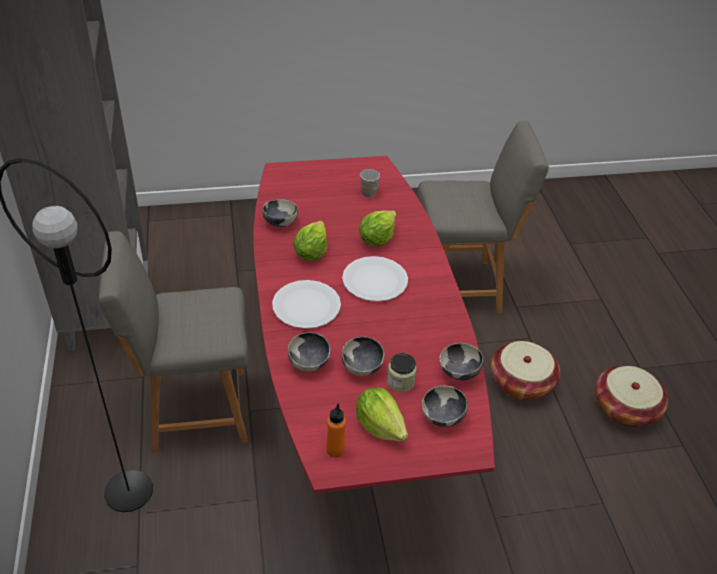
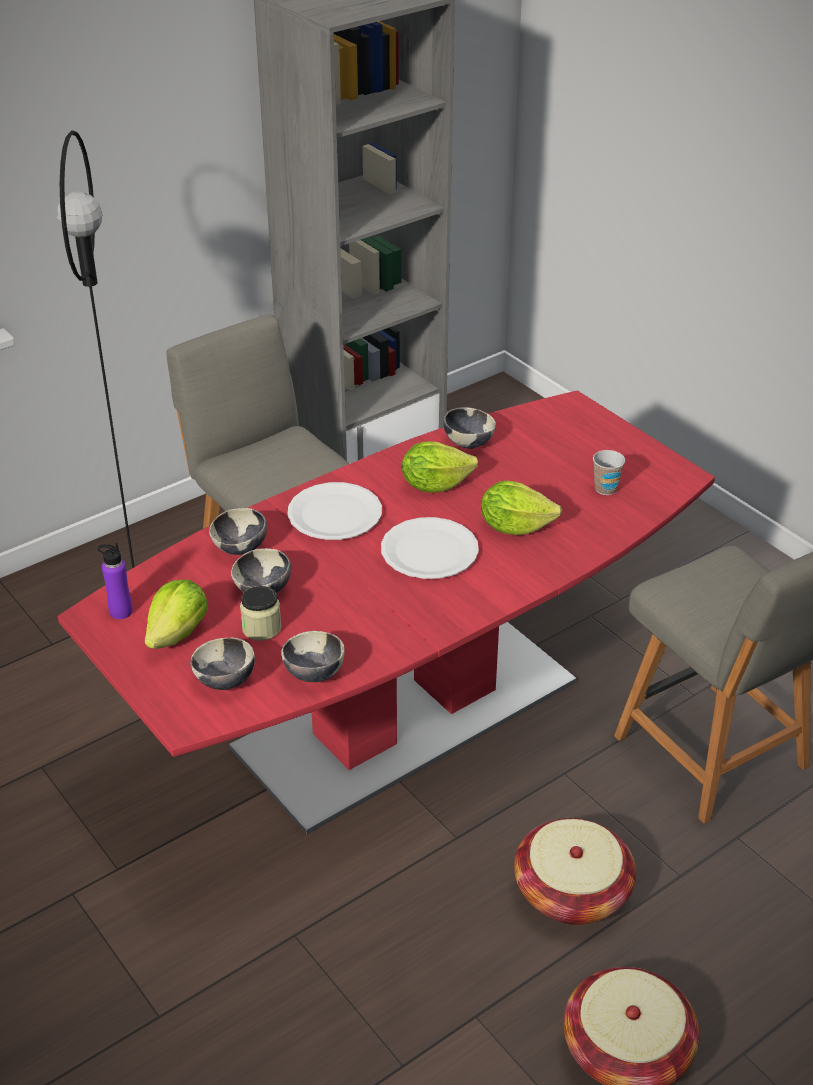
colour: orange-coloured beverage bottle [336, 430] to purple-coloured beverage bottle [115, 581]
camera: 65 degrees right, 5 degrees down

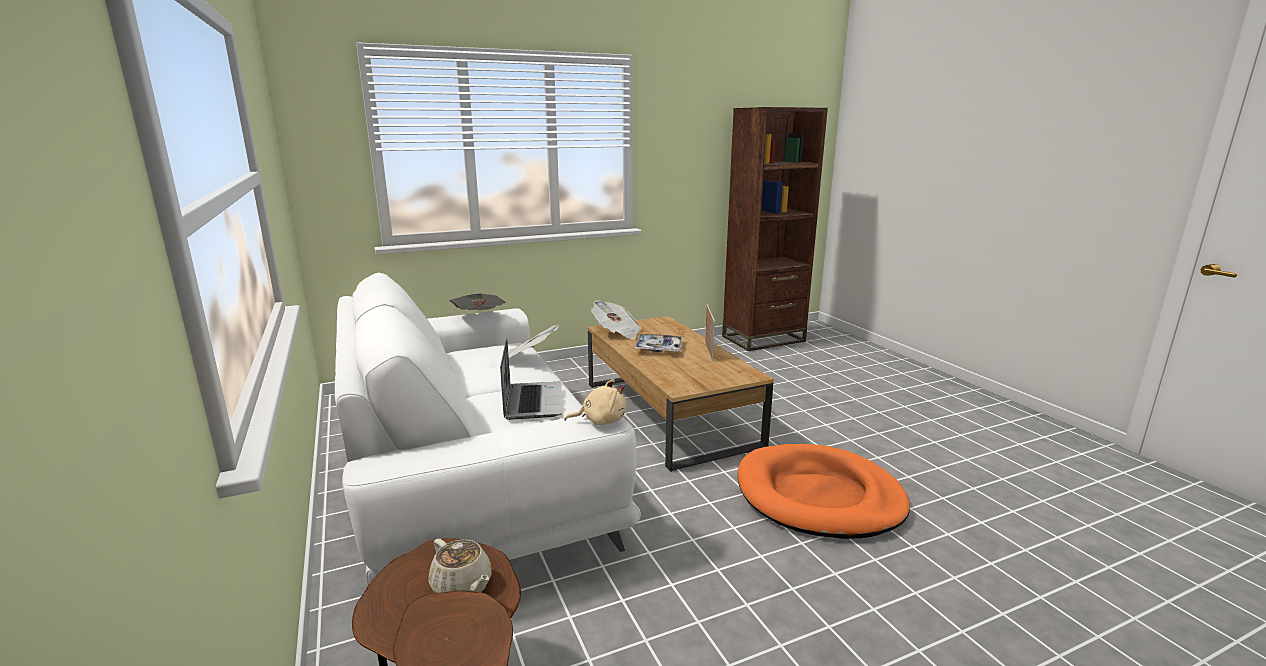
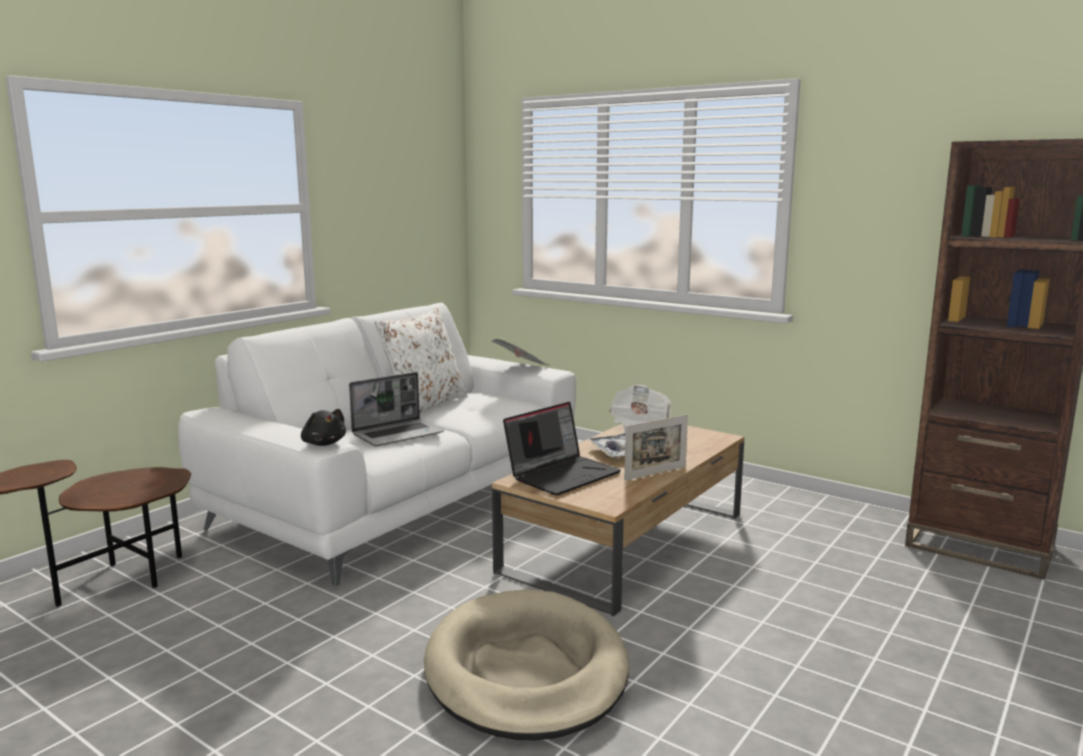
missing: printed paper [533, 341]; beige tea pot [460, 566]
appeared: white cushion [420, 360]; portable computer [562, 449]
colour: beige soft toy [595, 402] to black soft toy [323, 427]; orange-coloured dog cushion [824, 491] to beige dog cushion [526, 664]
camera: 60 degrees right, 5 degrees down

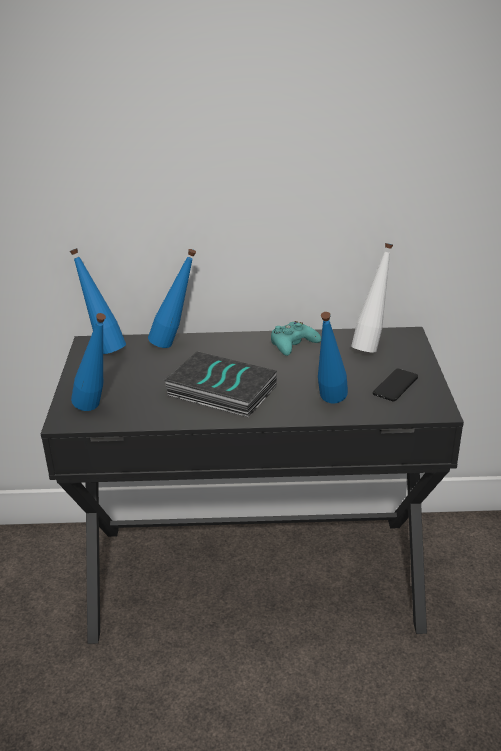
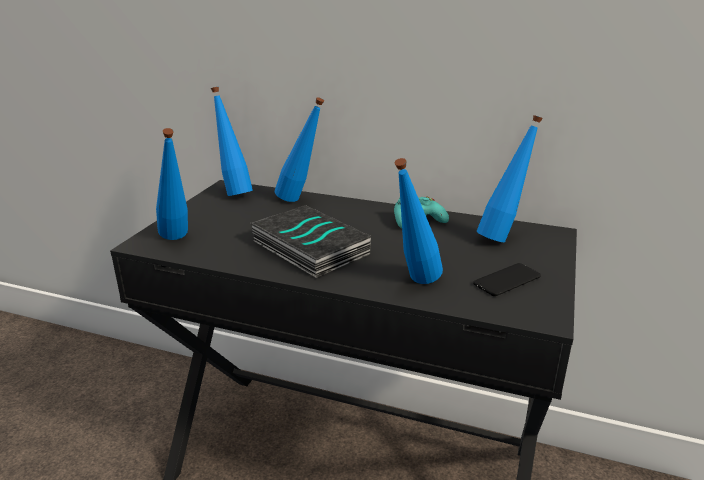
colour: white beverage bottle [372, 298] to blue-coloured beverage bottle [510, 178]
camera: 20 degrees right, 5 degrees down

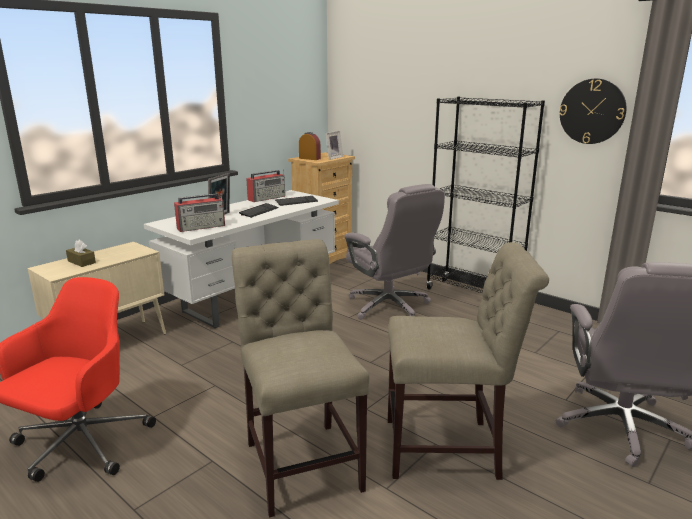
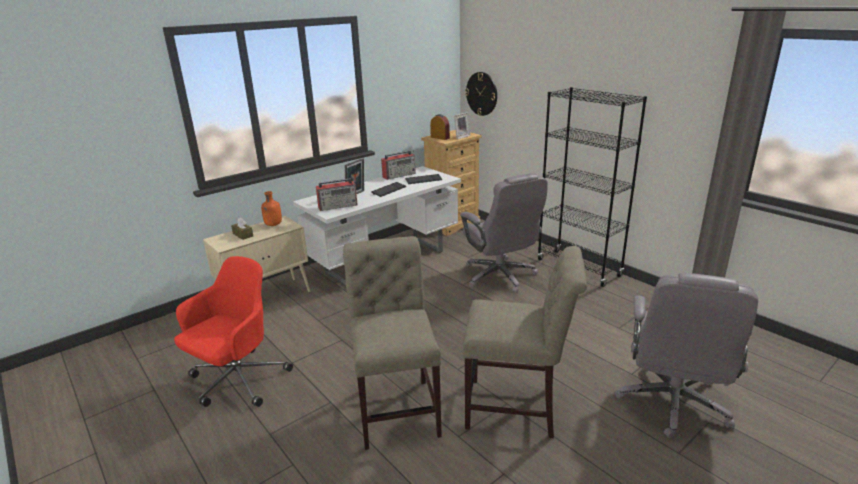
appeared: orange-coloured beverage bottle [271, 208]
relocated: hanging clock [592, 111] to [481, 94]
camera: 10 degrees right, 5 degrees up

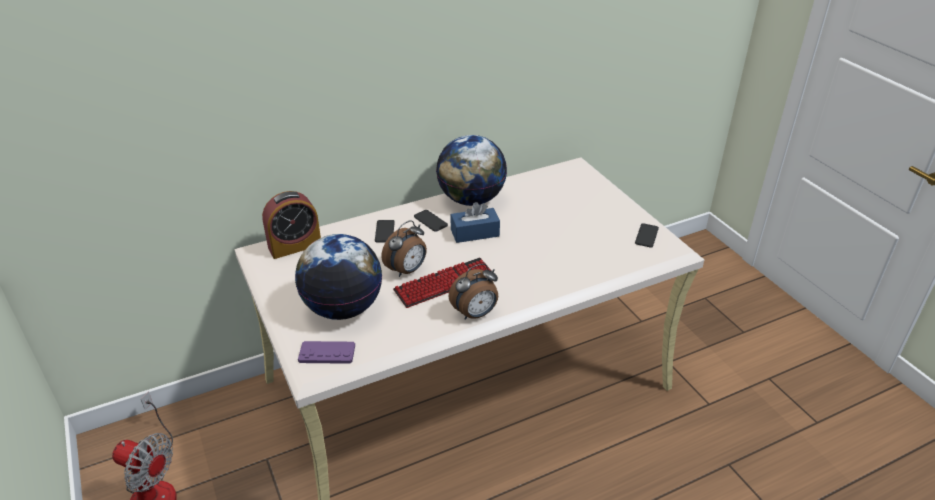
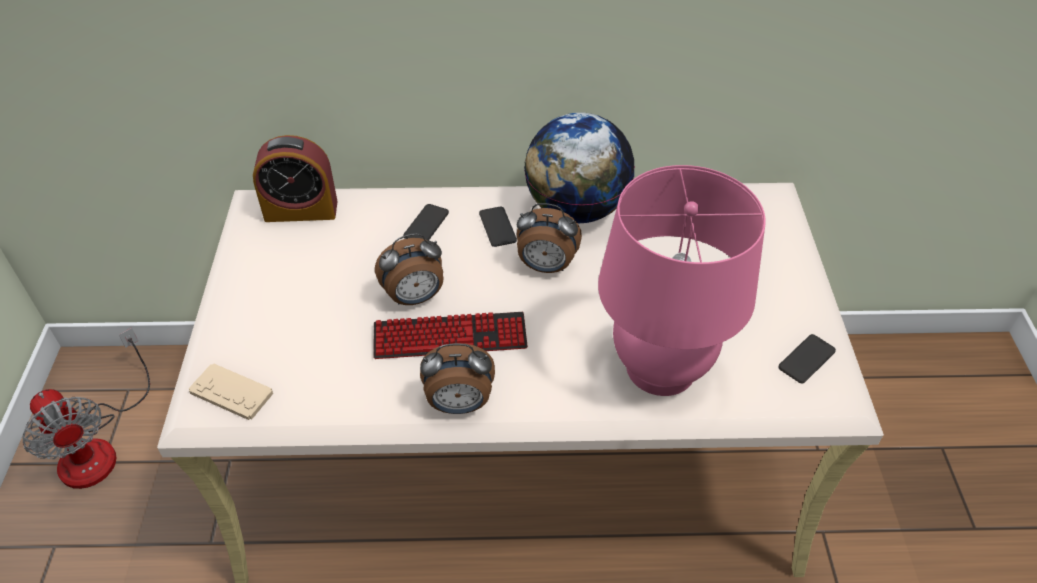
missing: desk globe [338, 277]
appeared: pinkish tabletop lamp [682, 280]
exchanged: blue-coloured tissue box [475, 222] to table clock [549, 238]
colour: purple-coloured joypad [326, 352] to beige joypad [230, 391]
camera: 25 degrees right, 10 degrees up

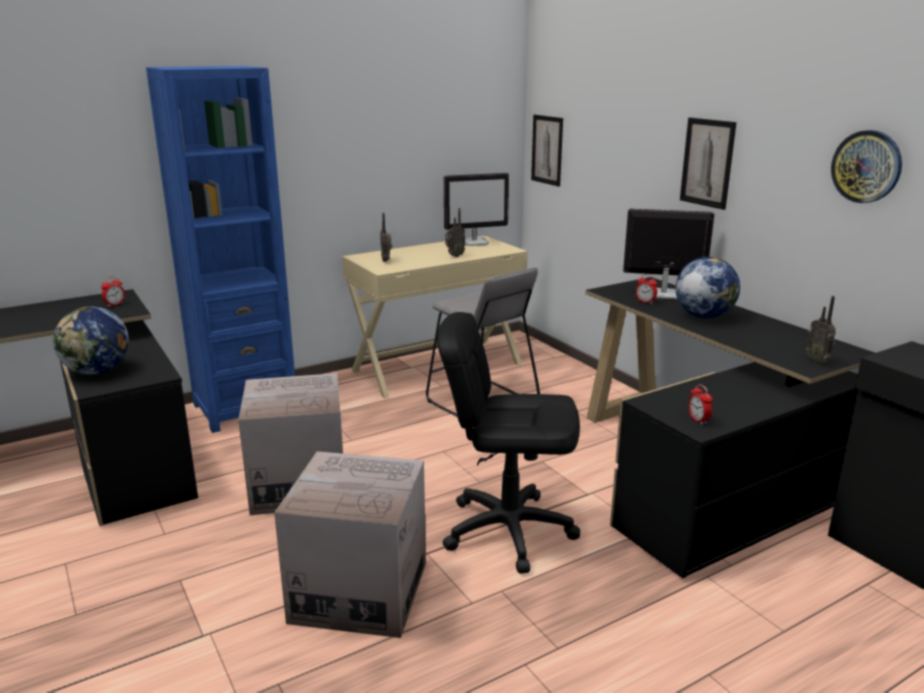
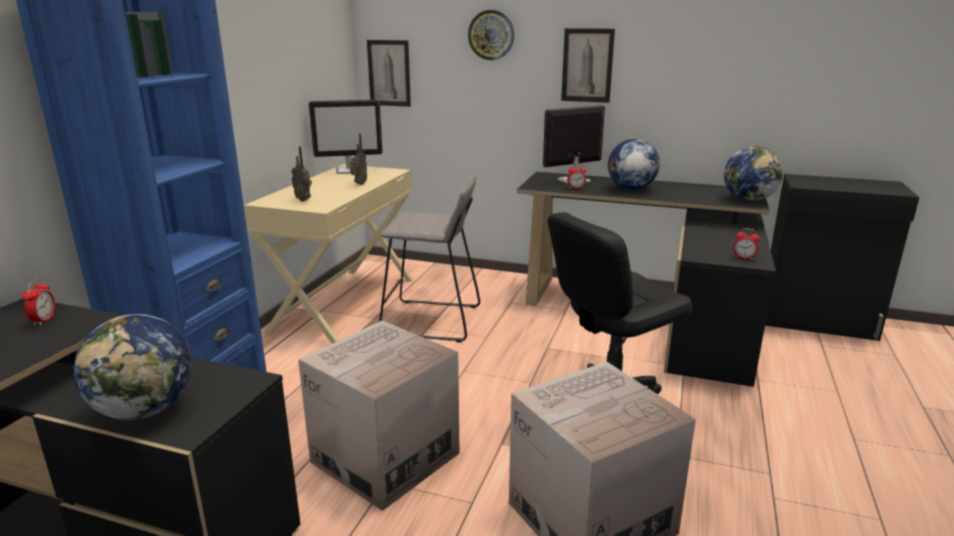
relocated: hanging clock [866, 166] to [491, 35]
exchanged: radio [821, 330] to desk globe [753, 173]
spun: monitor [476, 209] = [346, 137] 45 degrees clockwise
camera: 40 degrees left, 0 degrees up

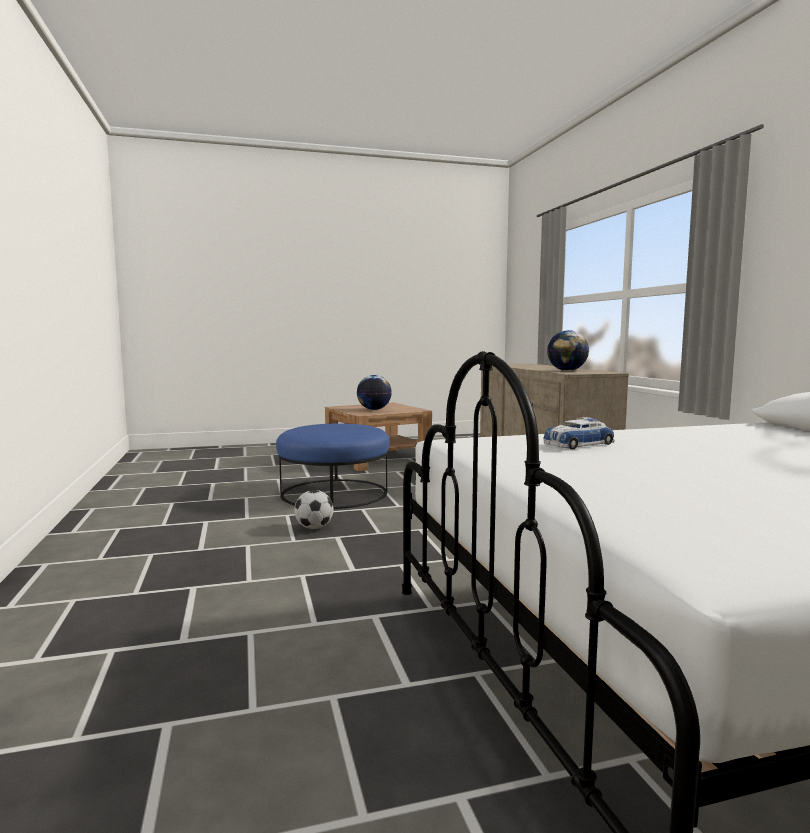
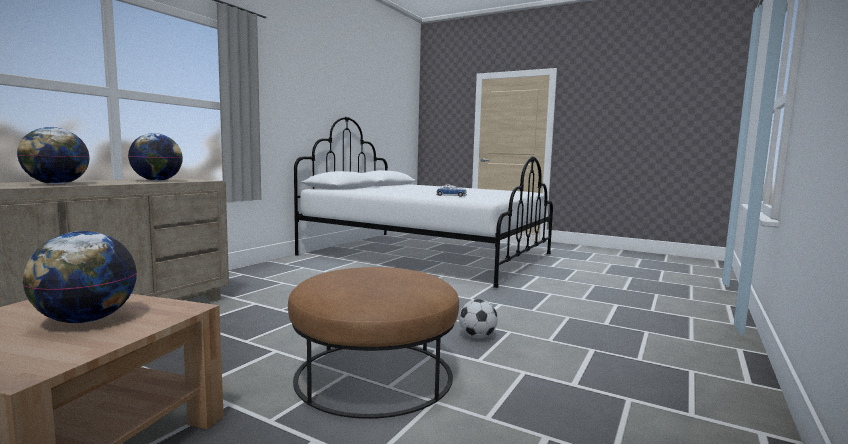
appeared: desk globe [53, 155]
colour: blue-coloured pouffe [332, 466] to brownish pouffe [373, 343]
camera: 135 degrees left, 0 degrees up

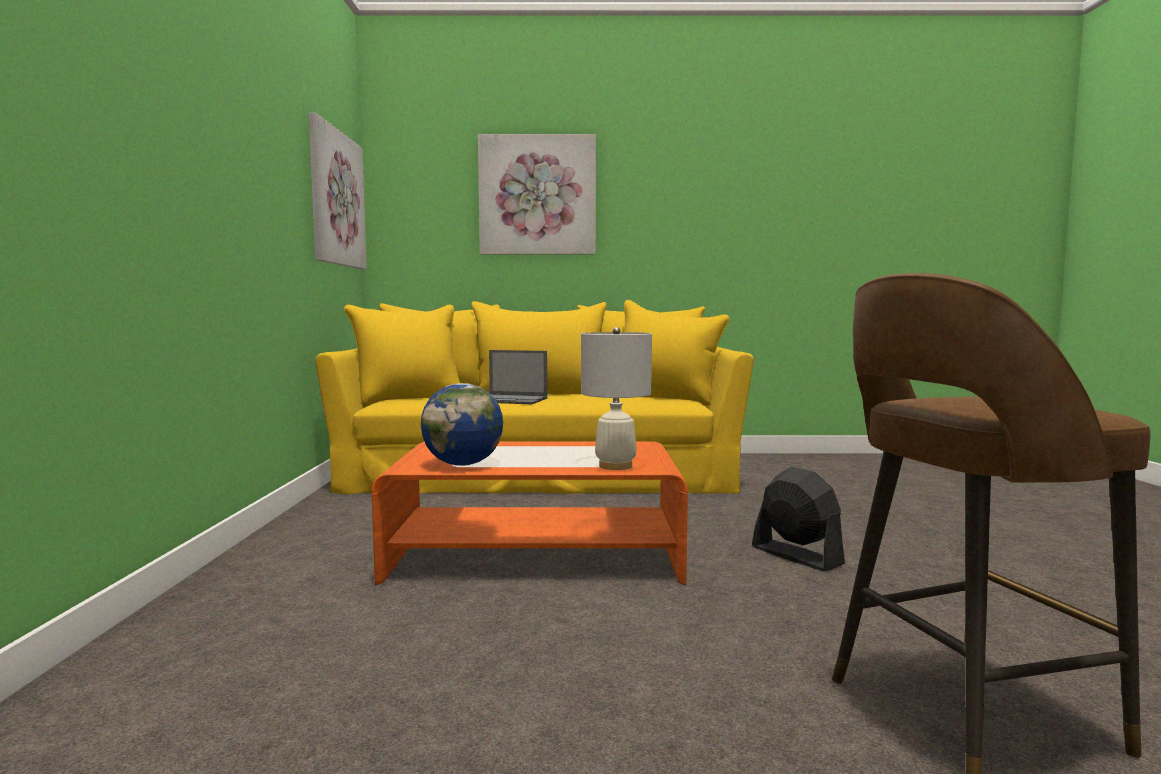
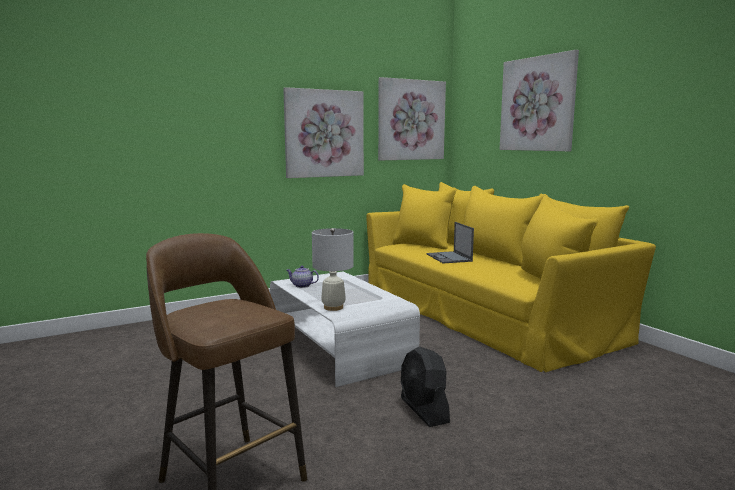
appeared: picture [323, 132]
exchanged: desk globe [462, 424] to tea pot [303, 277]
colour: orange-coloured coffee table [530, 513] to white coffee table [345, 329]
spun: black electric fan [798, 519] = [425, 386] 135 degrees clockwise
camera: 60 degrees right, 5 degrees up

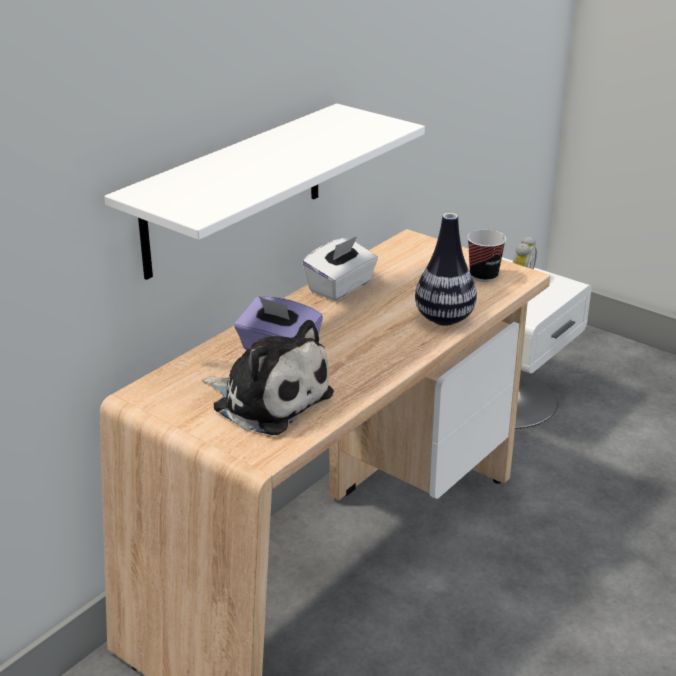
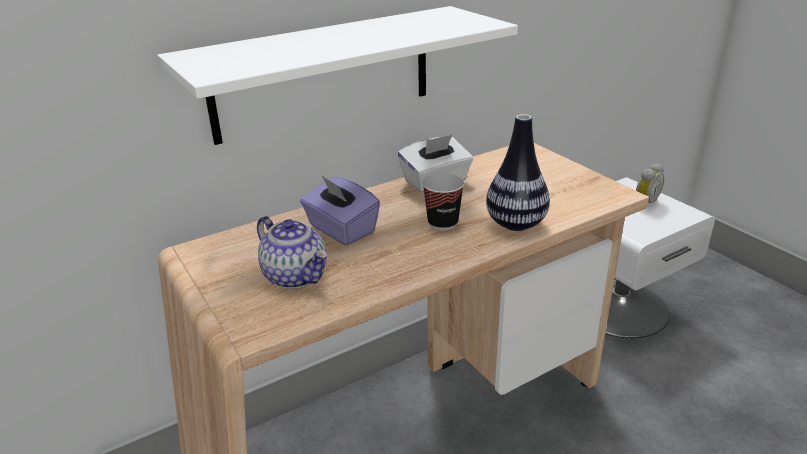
relocated: drinking cup [486, 256] to [443, 201]
exchanged: soft toy [268, 377] to tea pot [292, 252]
camera: 20 degrees right, 0 degrees up

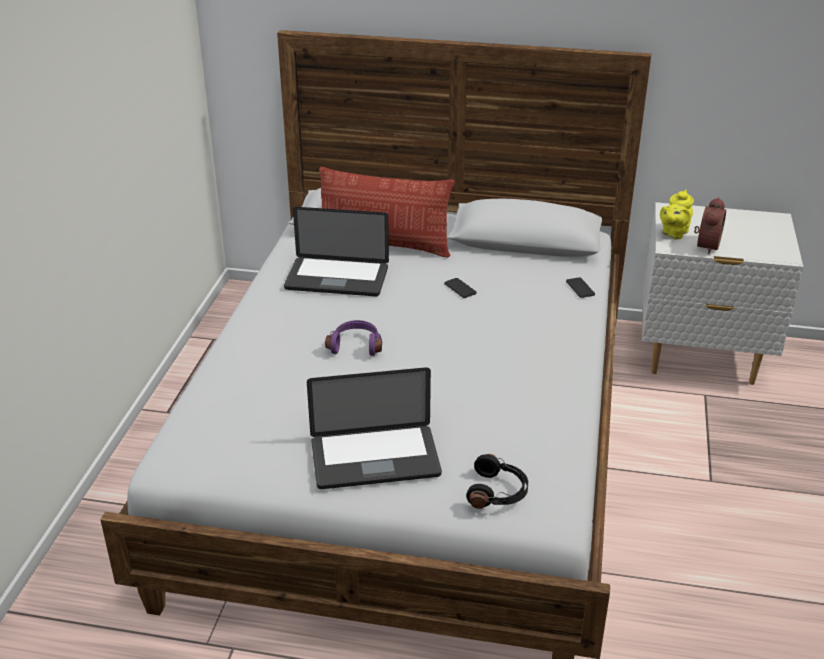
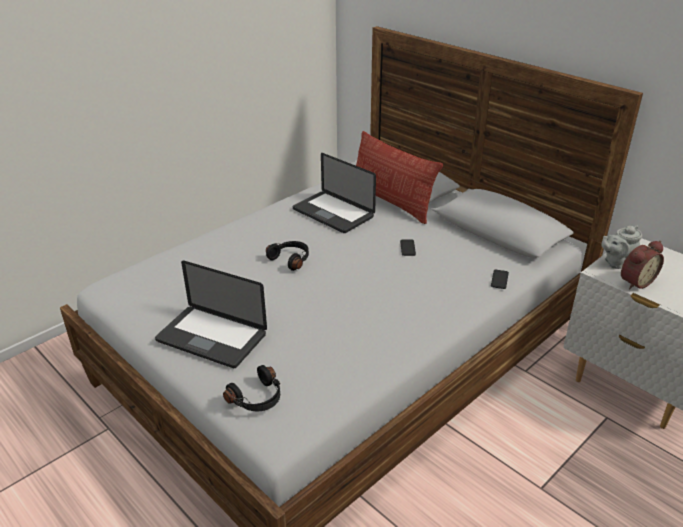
colour: yellow tea pot [677, 214] to grey tea pot [621, 247]; purple-coloured pair of headphones [353, 338] to black pair of headphones [287, 256]
camera: 35 degrees right, 0 degrees up

